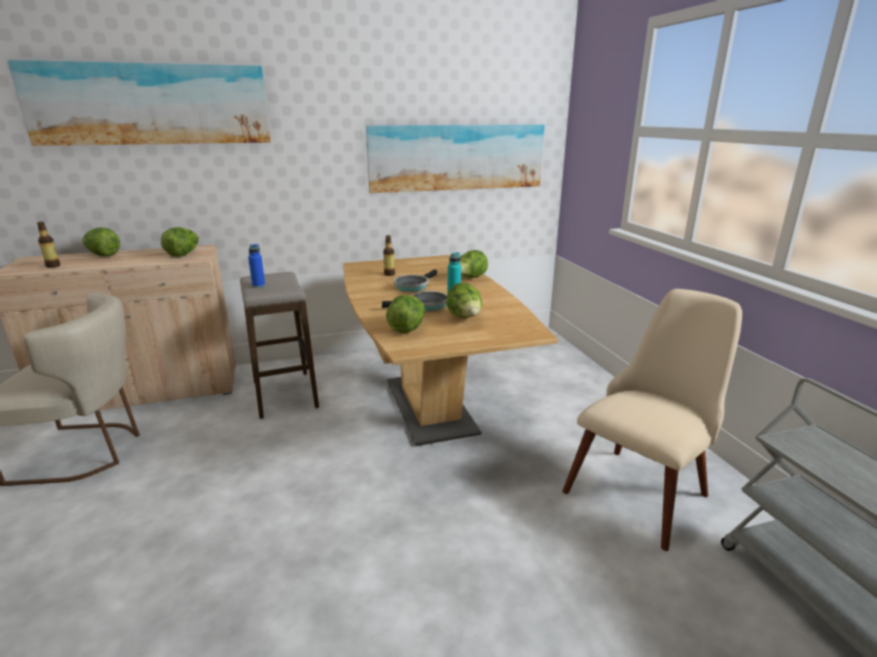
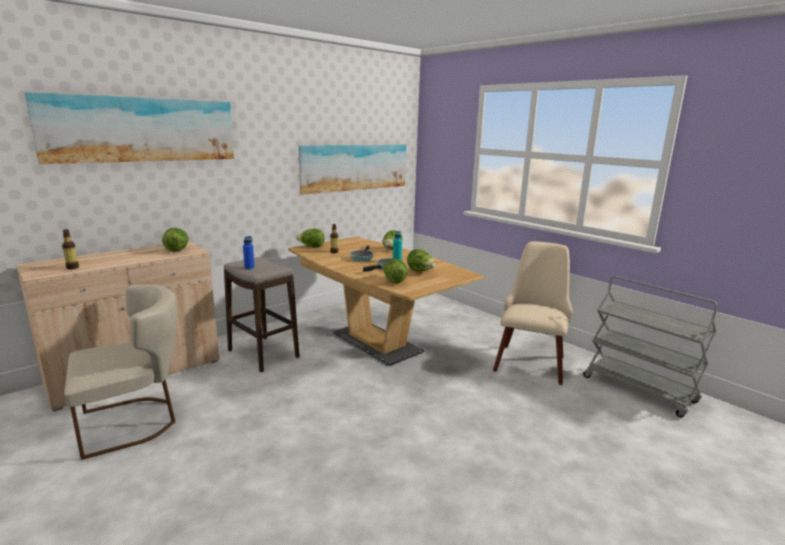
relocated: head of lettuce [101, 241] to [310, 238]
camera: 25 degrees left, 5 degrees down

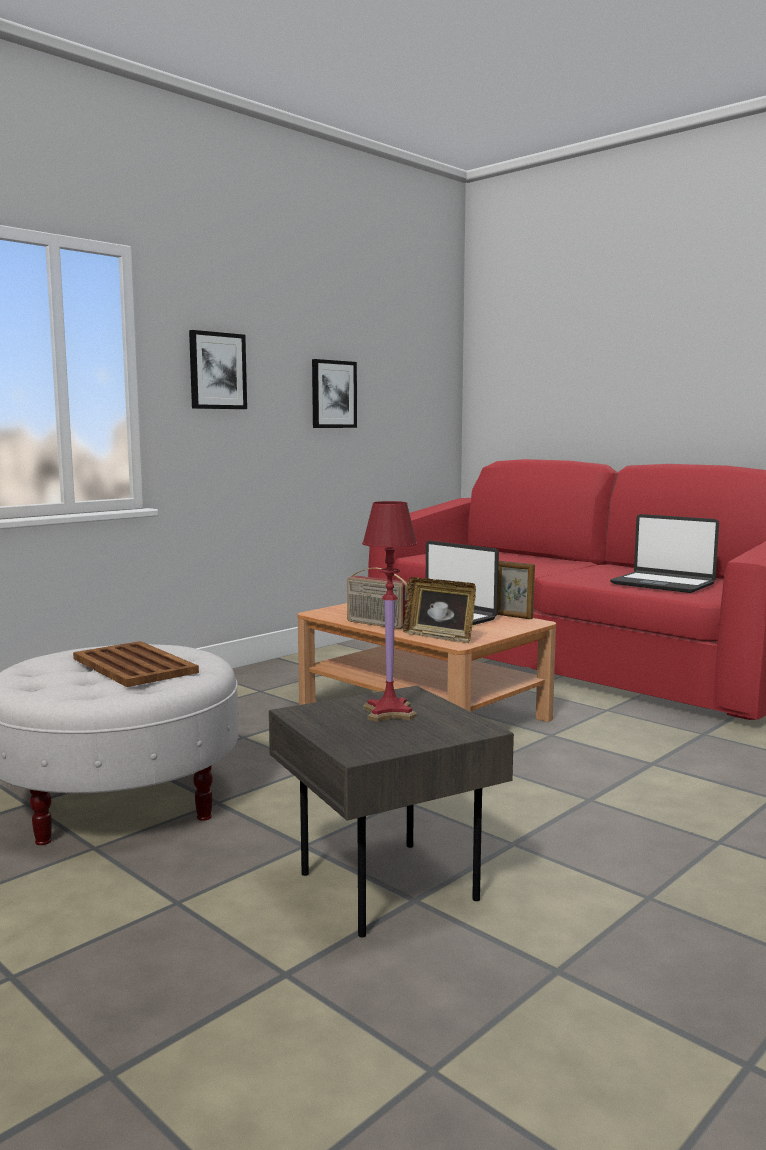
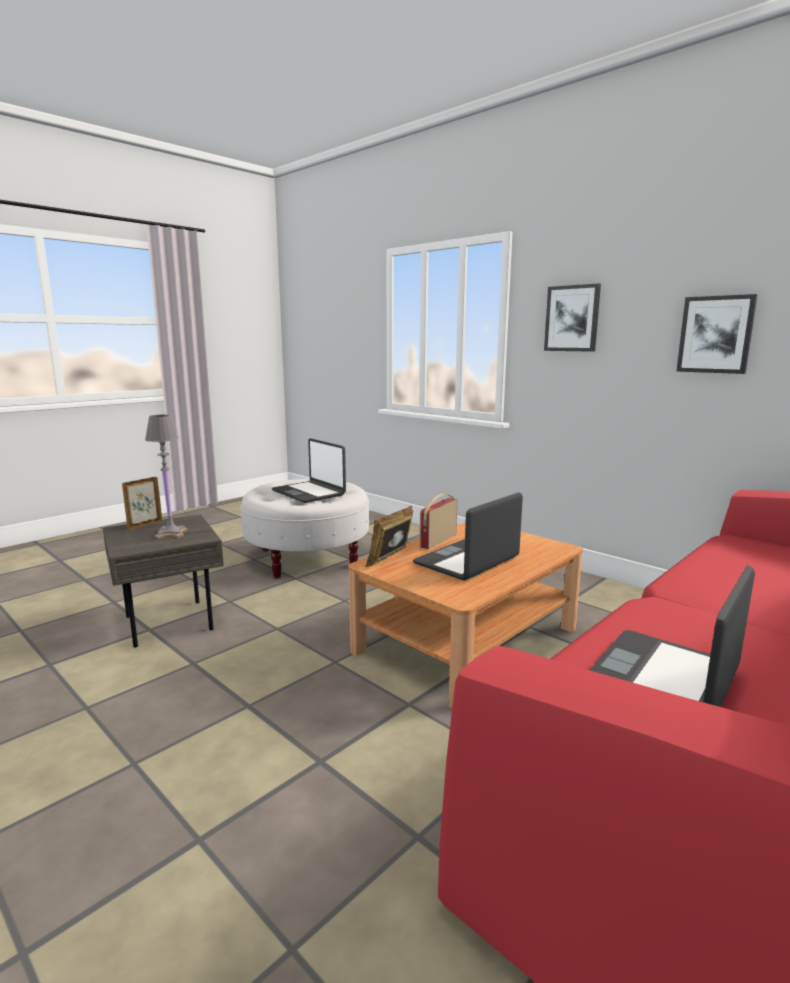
relocated: photo frame [516, 590] to [142, 503]
exchanged: brownish carrying tray [136, 664] to portable computer [309, 470]
colour: red tabletop lamp [390, 611] to grey tabletop lamp [166, 477]
camera: 90 degrees right, 5 degrees up

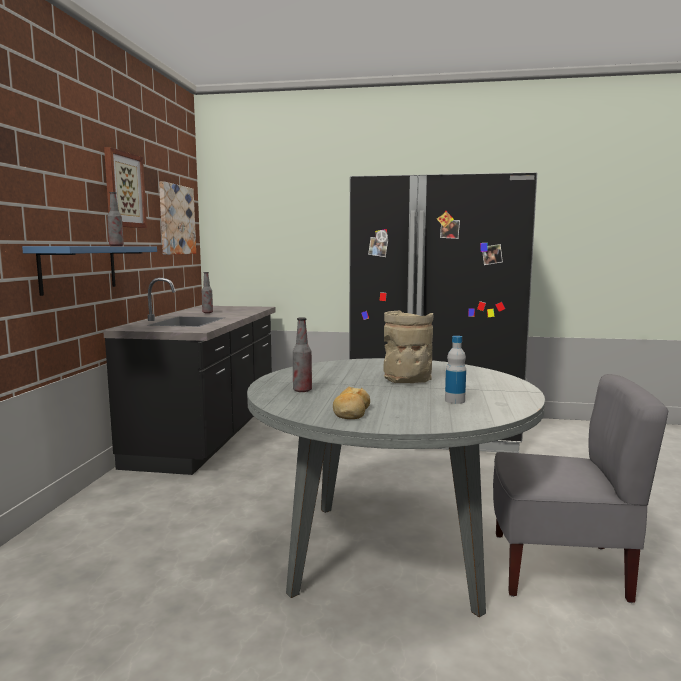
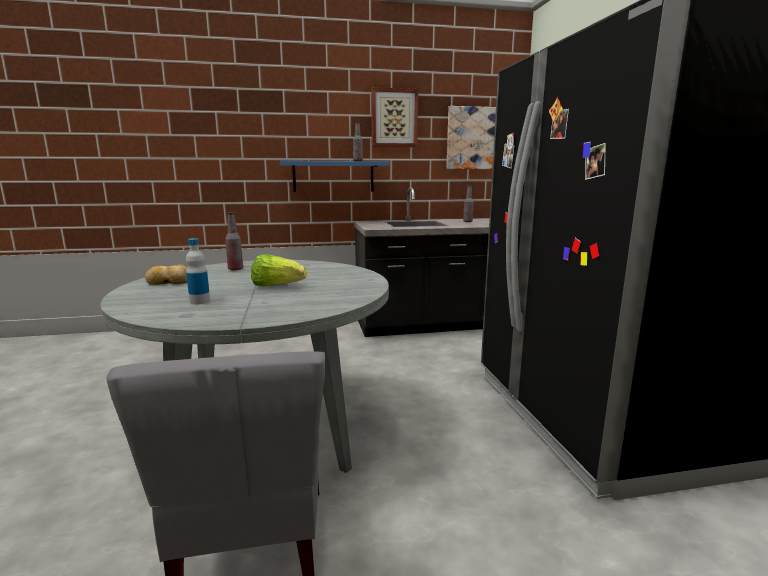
exchanged: beige decorative vase [408, 347] to head of lettuce [279, 270]
camera: 70 degrees right, 5 degrees up

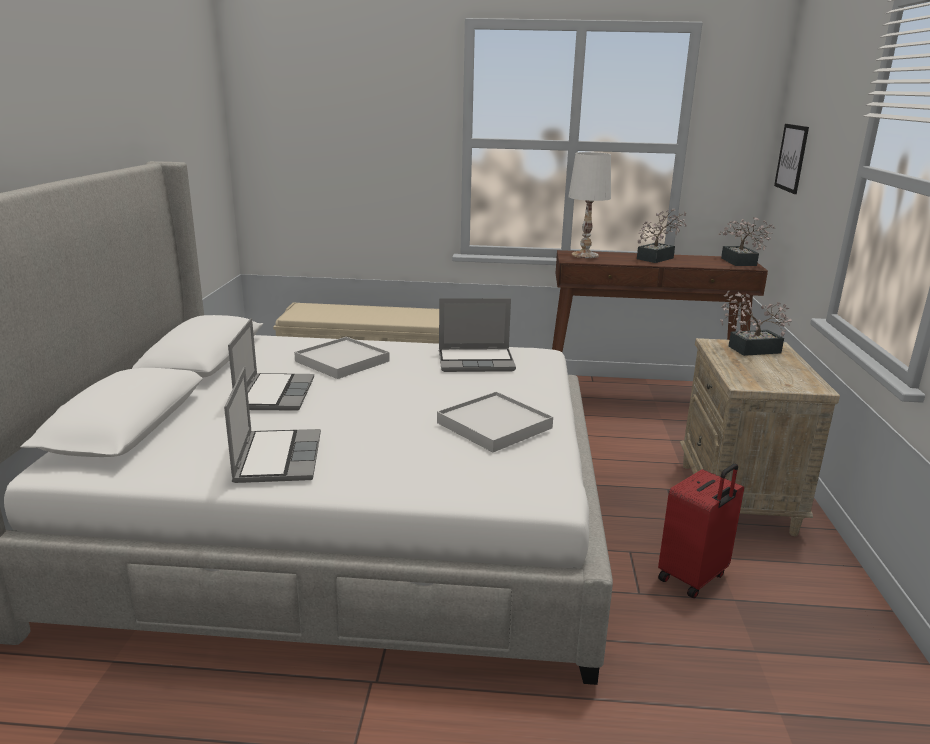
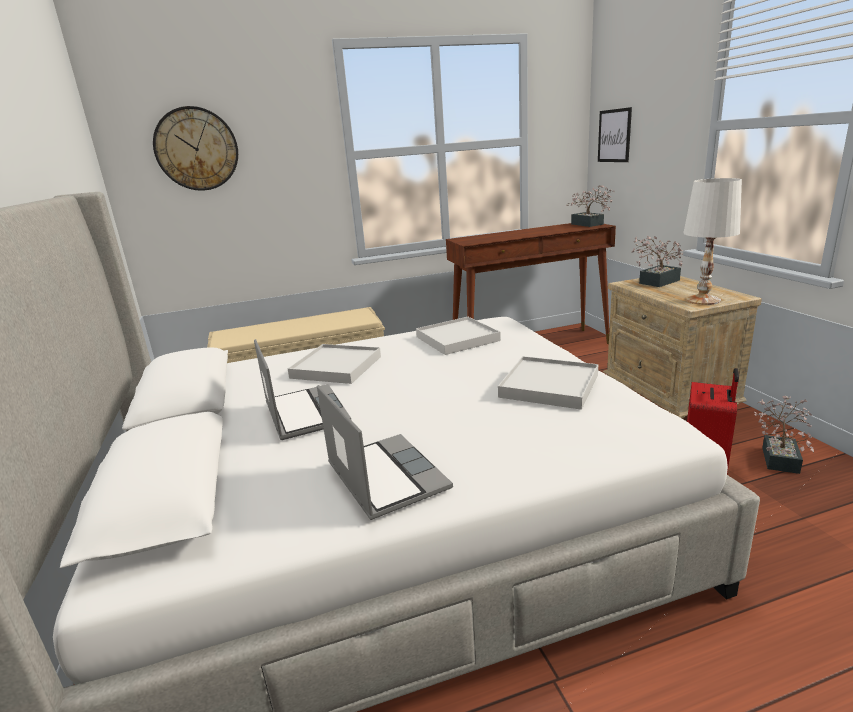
appeared: hanging clock [195, 148]
relocated: white tabletop lamp [589, 205] to [712, 241]; plant in a pot [662, 236] to [784, 435]
exchanged: portable computer [477, 335] to white carrying tray [458, 336]
camera: 20 degrees left, 0 degrees up

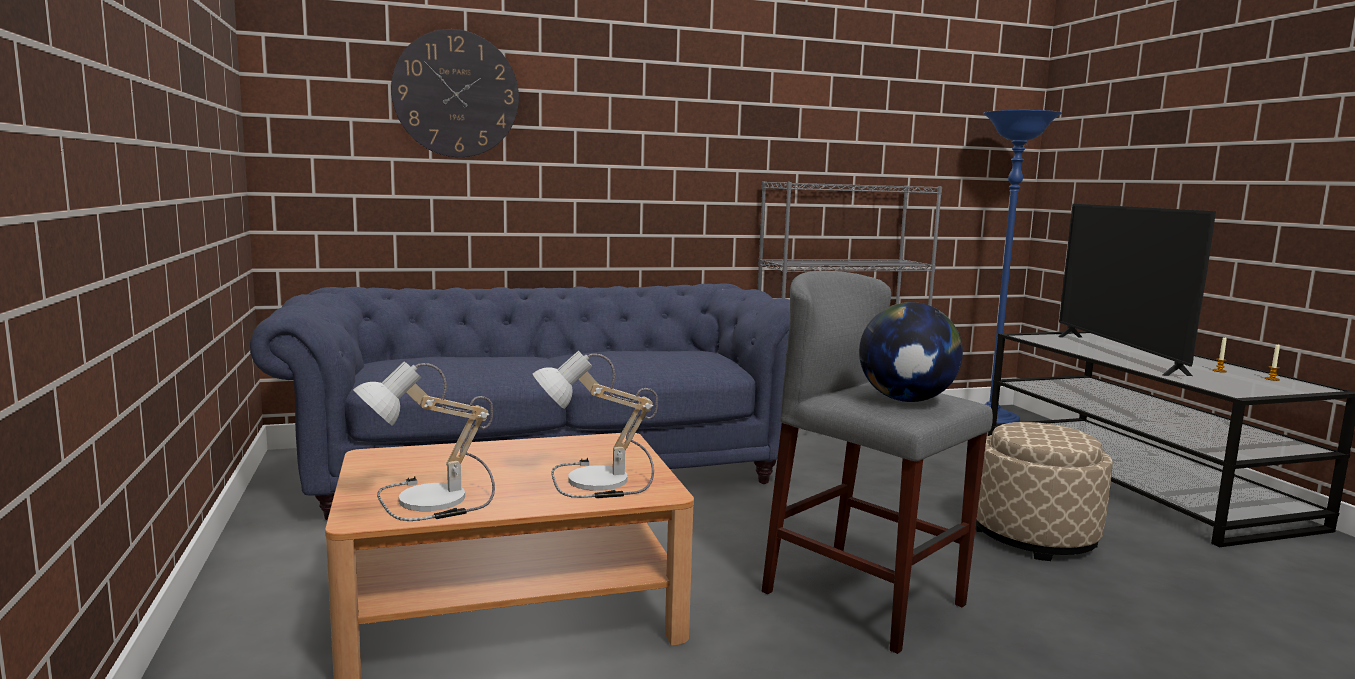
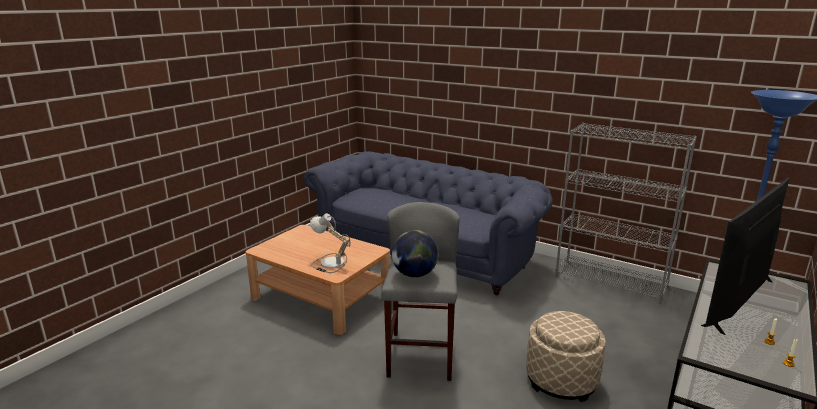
missing: hanging clock [455, 93]; tabletop lamp [424, 441]
camera: 50 degrees right, 10 degrees up

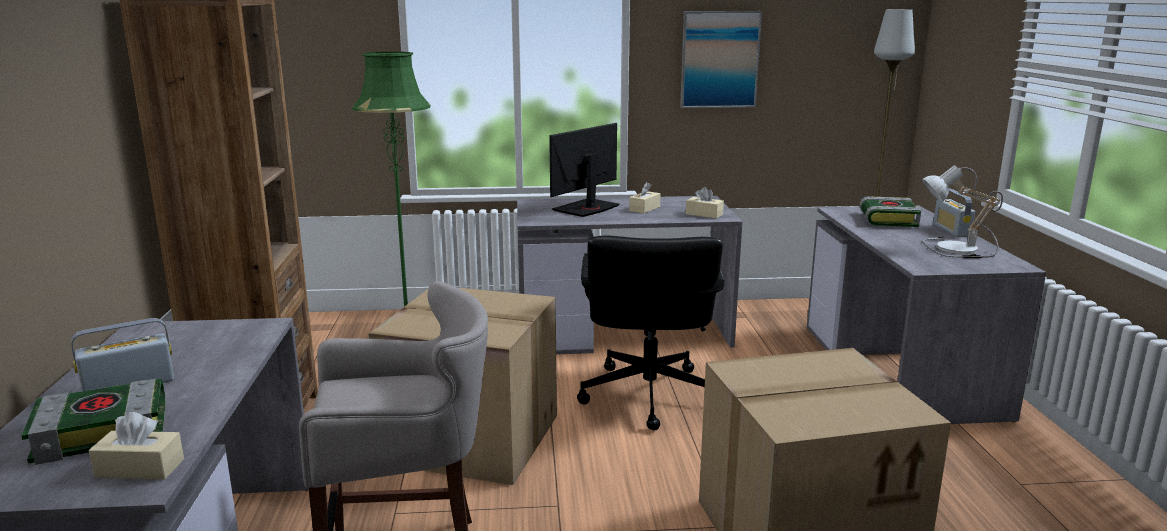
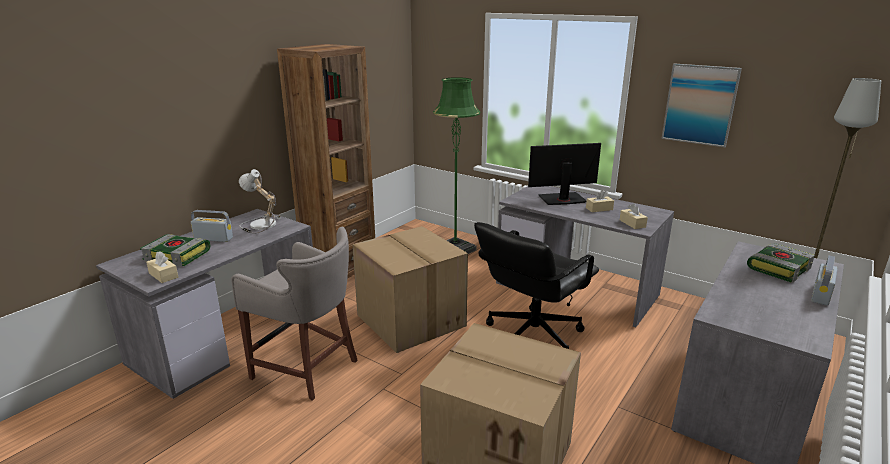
relocated: tabletop lamp [962, 211] to [260, 201]
camera: 40 degrees right, 5 degrees up

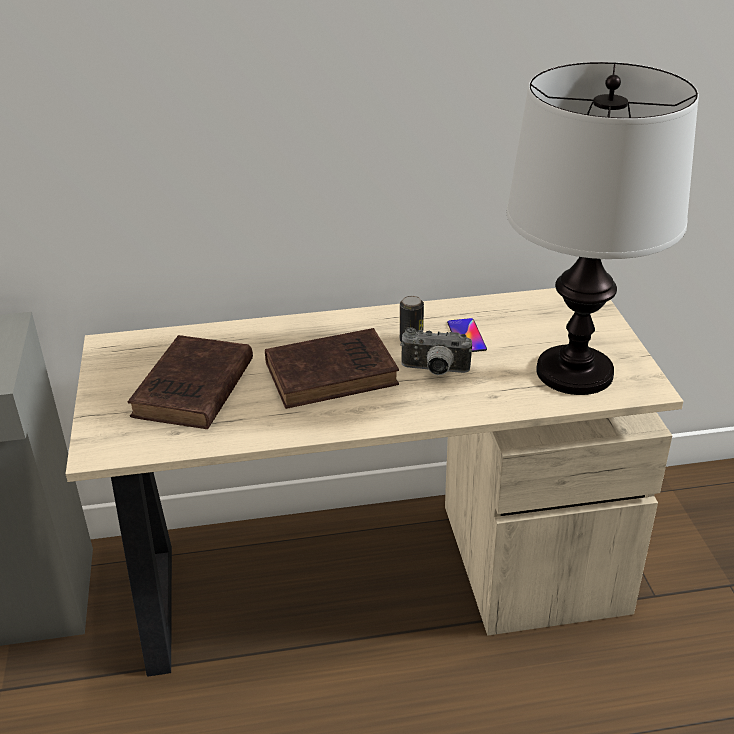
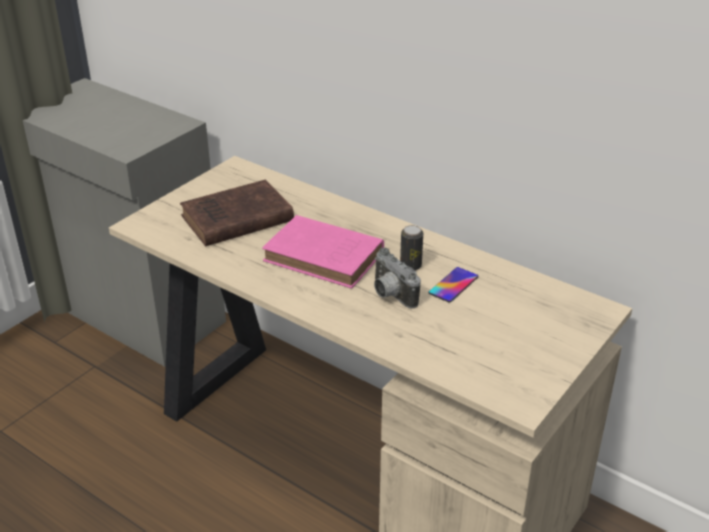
missing: tabletop lamp [603, 228]
colour: brownish bound book [332, 368] to pinkish bound book [323, 252]
camera: 45 degrees right, 0 degrees up

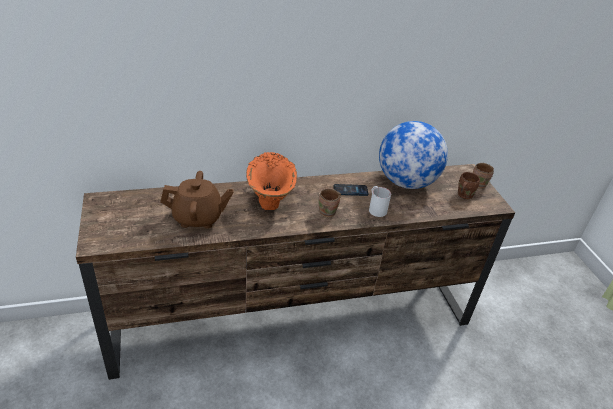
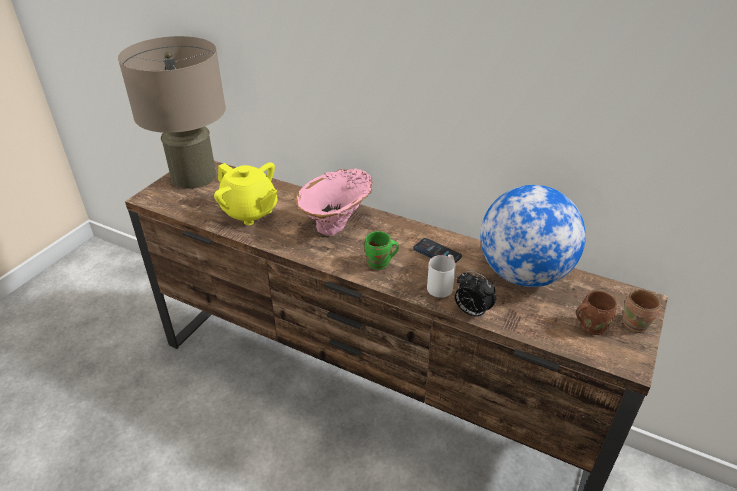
appeared: beige tabletop lamp [172, 112]; table clock [475, 295]
colour: orange-coloured decorative vase [271, 181] to pinkish decorative vase [334, 202]; brownish tea pot [196, 199] to yellow tea pot [246, 193]; brownish mug [329, 203] to greenish mug [382, 250]
camera: 45 degrees right, 0 degrees up

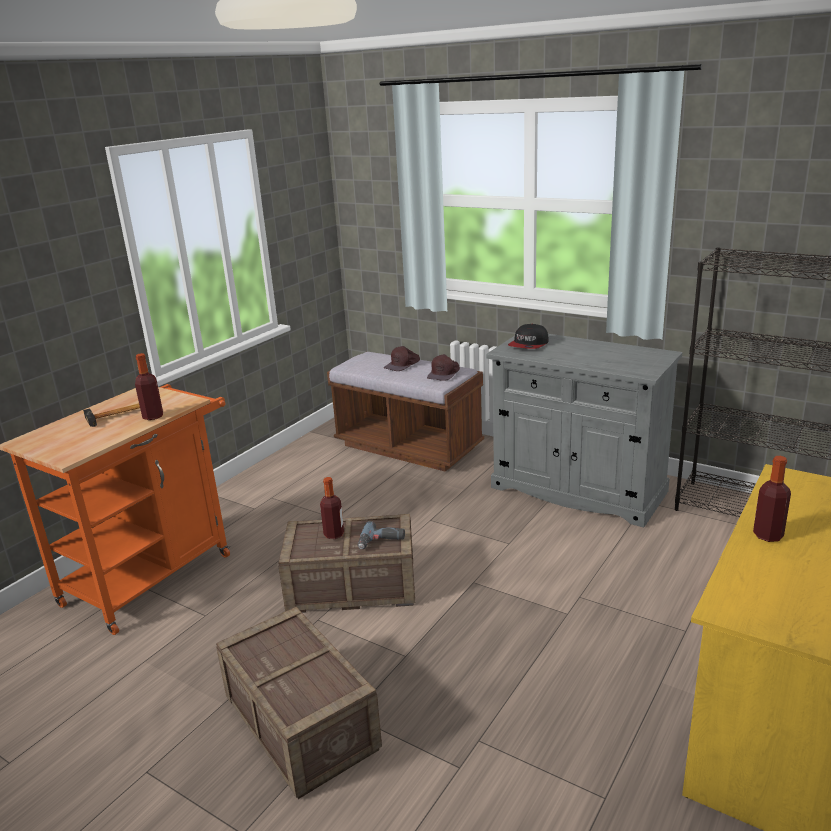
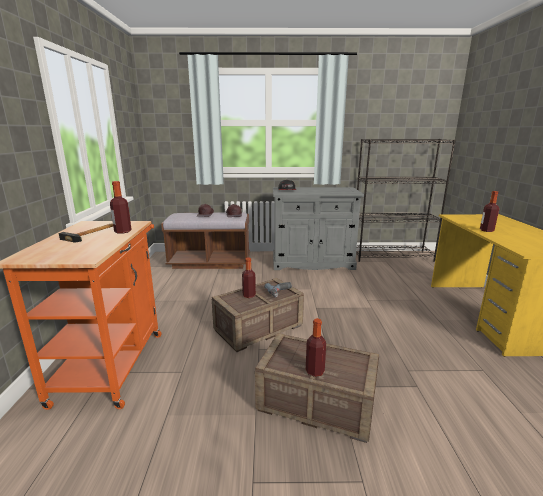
appeared: beverage bottle [316, 347]
camera: 35 degrees left, 5 degrees down

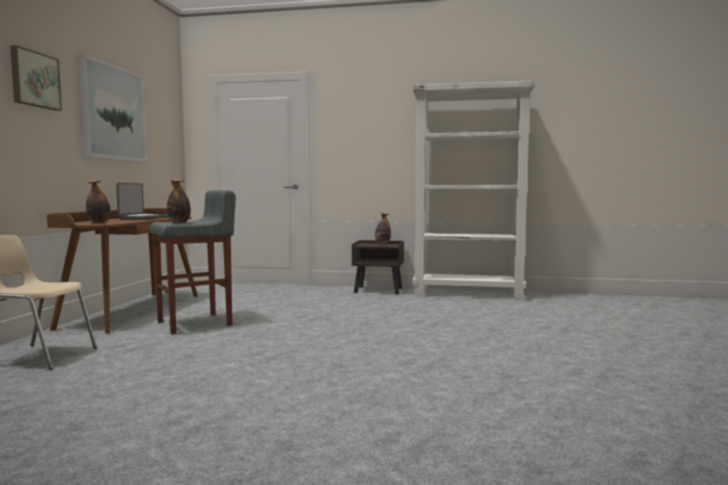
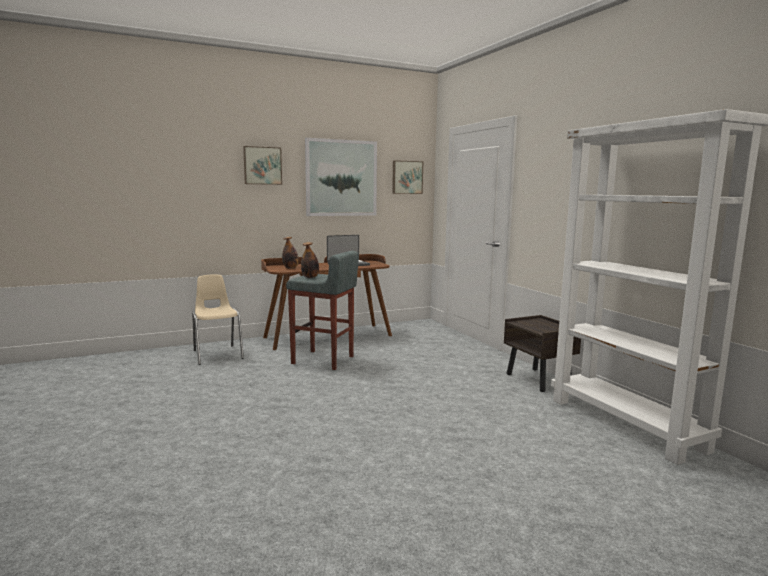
missing: beverage bottle [383, 228]
appeared: picture [407, 177]
camera: 55 degrees right, 5 degrees up

